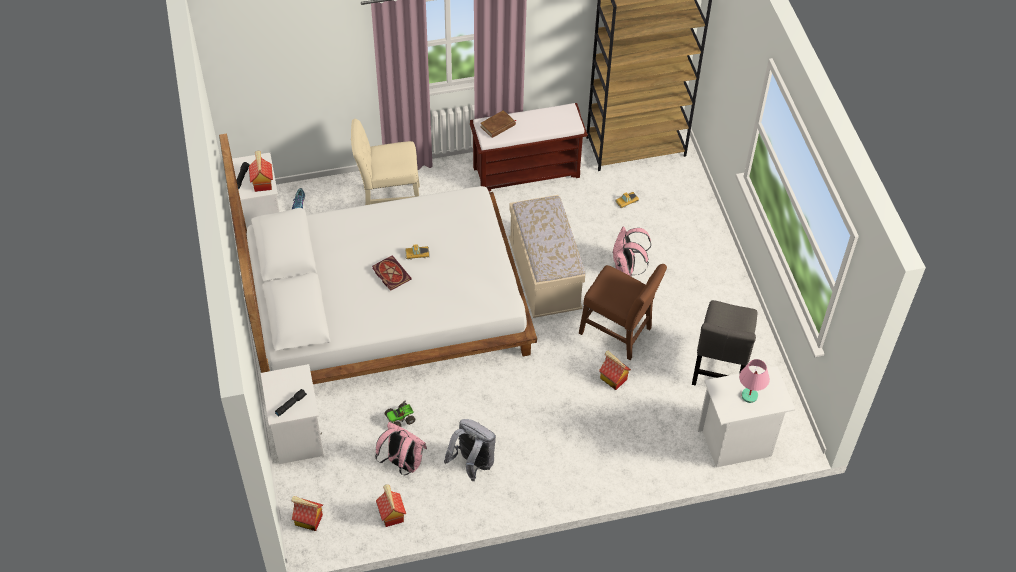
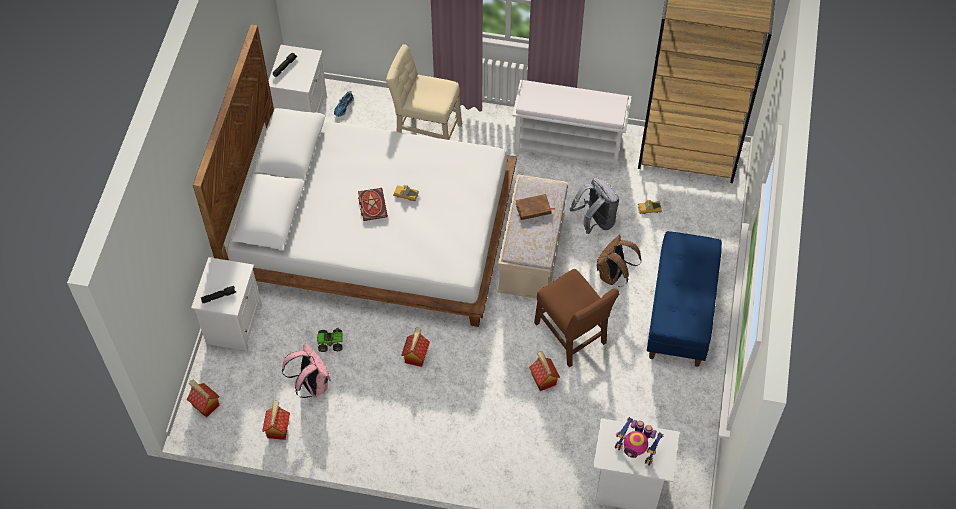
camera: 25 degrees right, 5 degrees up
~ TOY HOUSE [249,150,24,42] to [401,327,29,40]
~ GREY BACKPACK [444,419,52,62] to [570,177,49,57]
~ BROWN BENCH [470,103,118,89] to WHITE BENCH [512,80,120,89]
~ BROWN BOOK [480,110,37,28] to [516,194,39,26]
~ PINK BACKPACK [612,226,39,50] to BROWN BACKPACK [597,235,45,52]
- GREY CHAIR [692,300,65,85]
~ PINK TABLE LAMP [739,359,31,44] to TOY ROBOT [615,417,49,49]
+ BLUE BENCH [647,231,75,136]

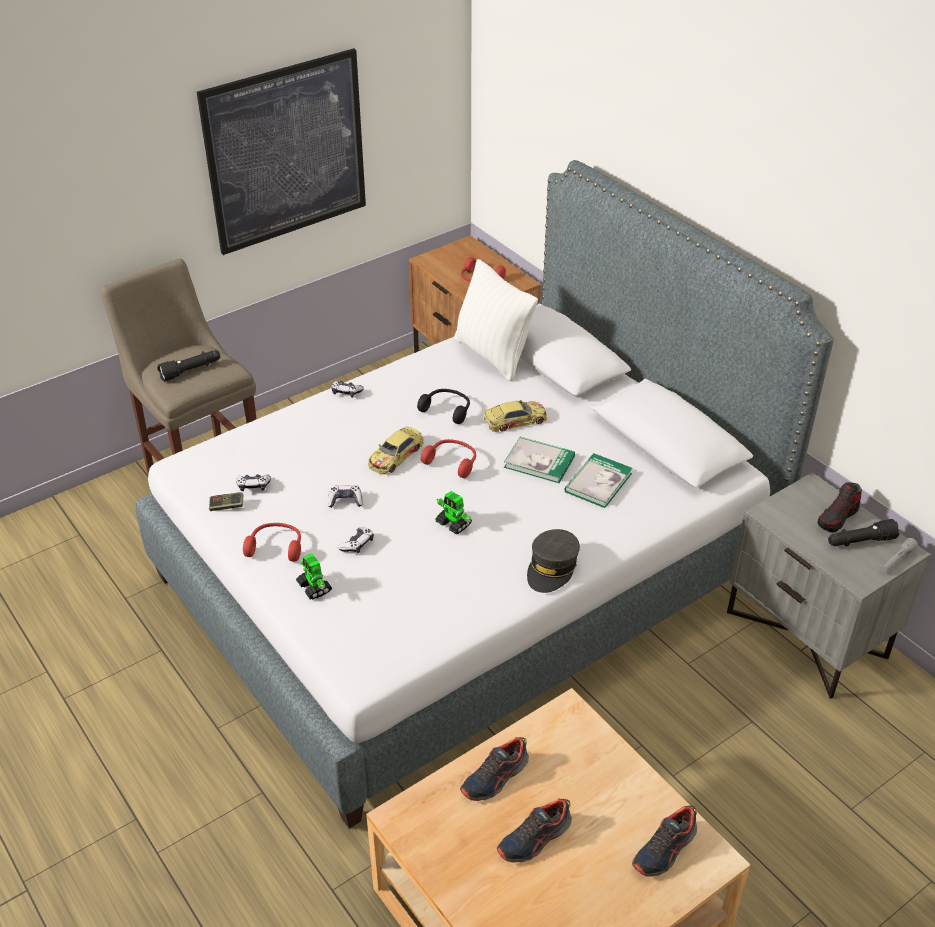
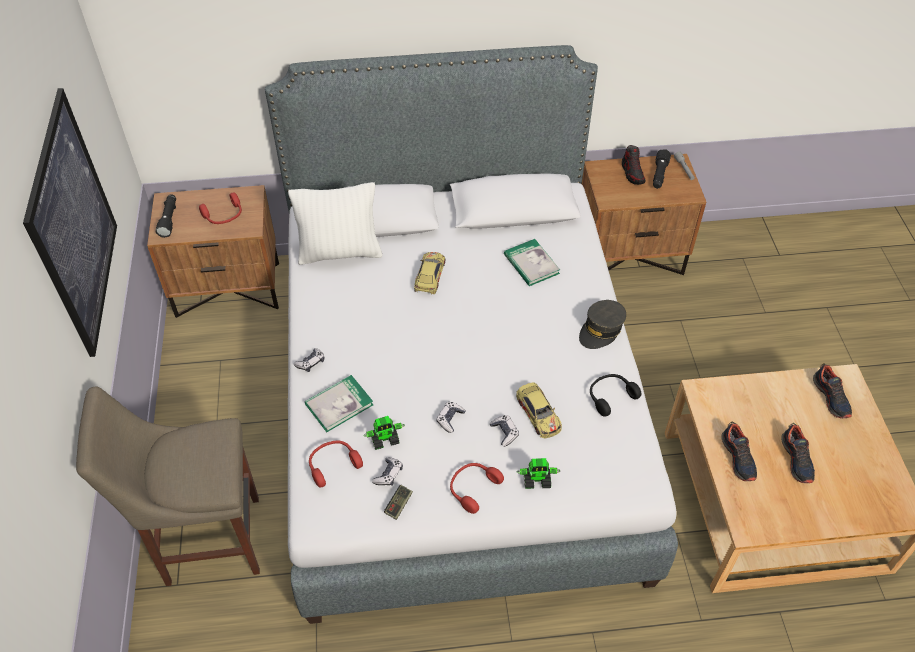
camera: 60 degrees left, 10 degrees up
~ BLACK FLASHLIGHT [157,350,63,32] to [155,194,21,44]
~ TOY CAR [368,426,55,49] to [516,382,46,56]
~ BLACK HEADPHONES [417,389,53,35] to [590,374,51,43]
~ RED HEADPHONES [421,439,55,39] to [309,441,54,46]
~ TOY ROBOT [435,491,37,43] to [364,416,41,34]
~ BOOK [504,437,71,46] to [305,375,68,57]
~ GREY CAP [527,529,53,64] = [579,300,47,49] 75 degrees clockwise
~ GREY NIGHTSTAND [727,472,203,227] to BROWN NIGHTSTAND [582,154,124,121]

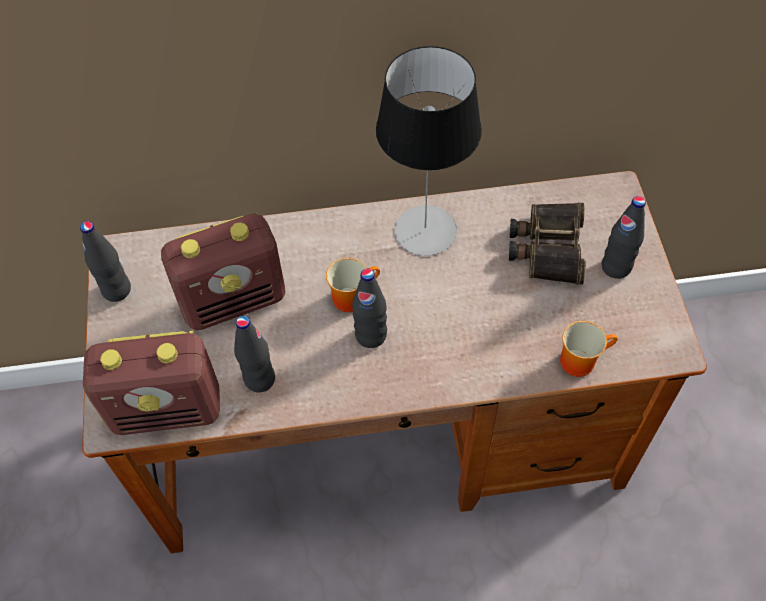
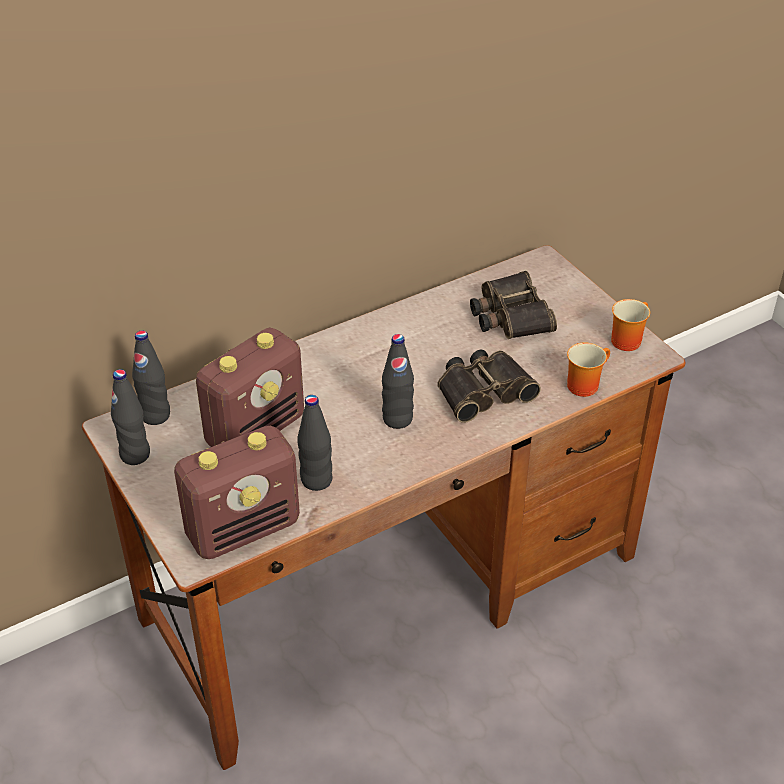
camera: 25 degrees left, 15 degrees down
~ MUG [326,258,54,54] to [611,299,39,52]
- TABLE LAMP [376,46,106,210]
~ BLACK BOTTLE [602,196,44,83] to [132,330,38,95]
+ BINOCULARS [438,350,103,73]

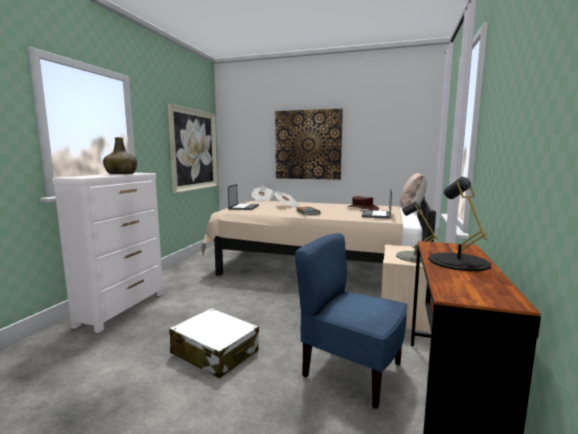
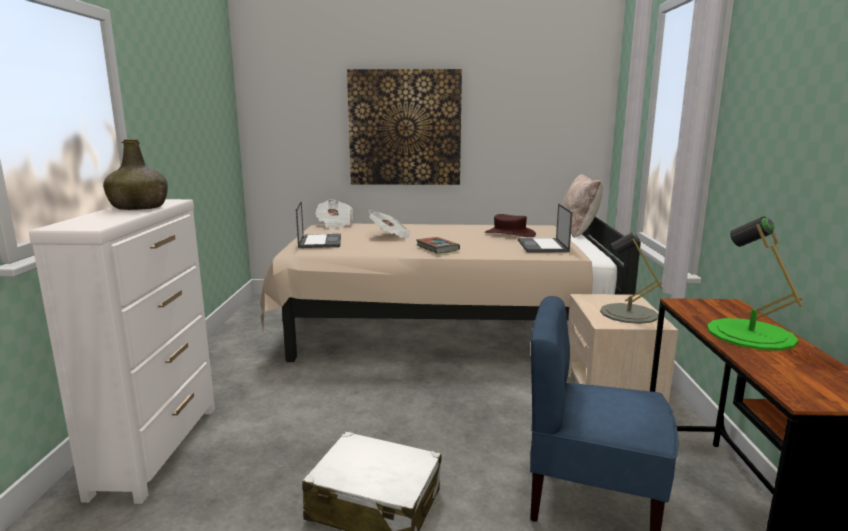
camera: 15 degrees left, 5 degrees up
- PICTURE [168,104,50,89]
~ BLACK TABLE LAMP [428,177,63,94] to GREEN TABLE LAMP [707,217,96,134]

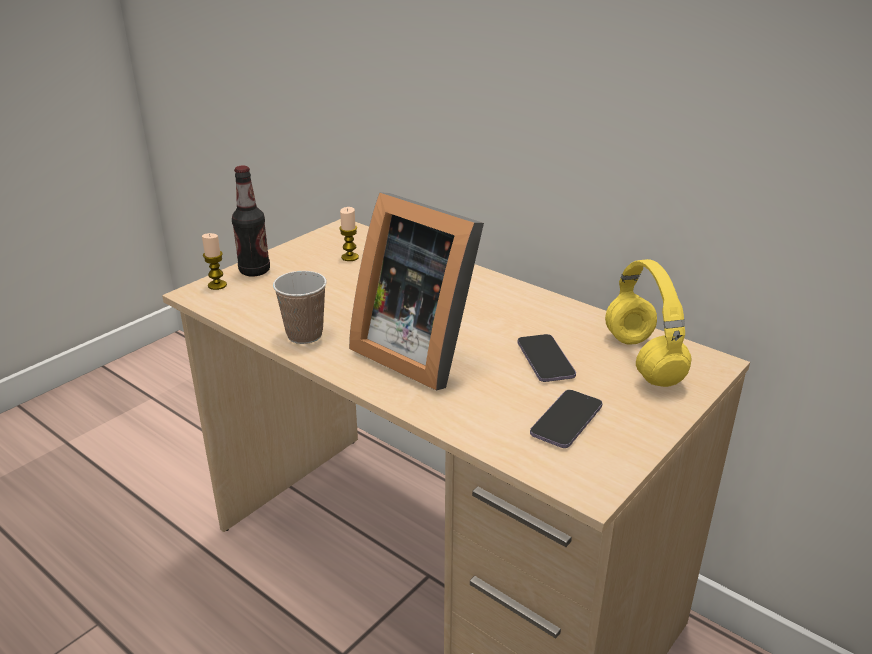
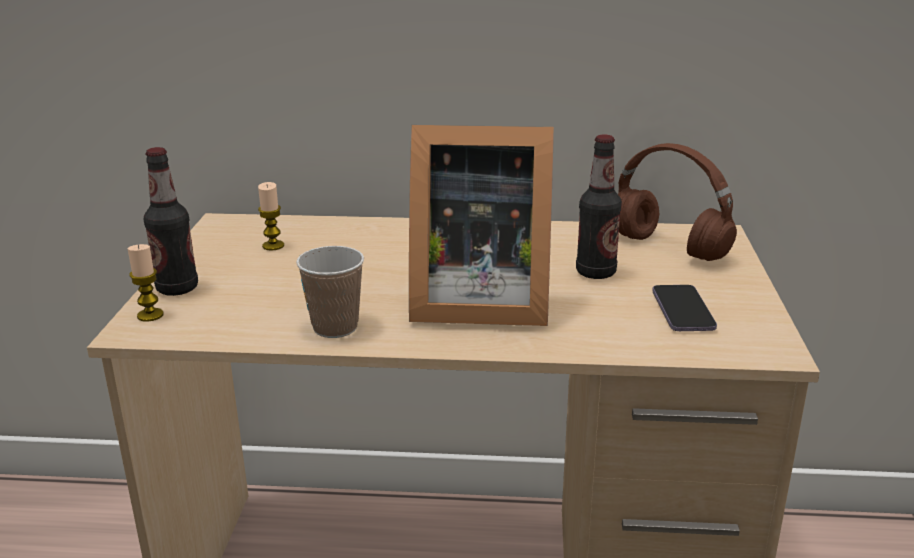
camera: 35 degrees left, 5 degrees down
~ PHONE [517,334,59,48] to BOTTLE [576,135,46,144]
~ YELLOW HEADPHONES [605,259,86,128] to BROWN HEADPHONES [618,143,119,118]

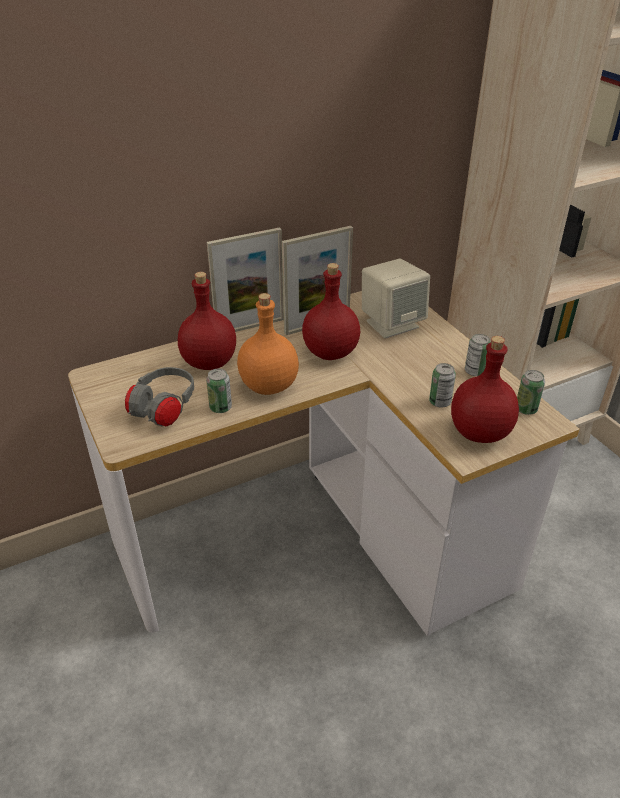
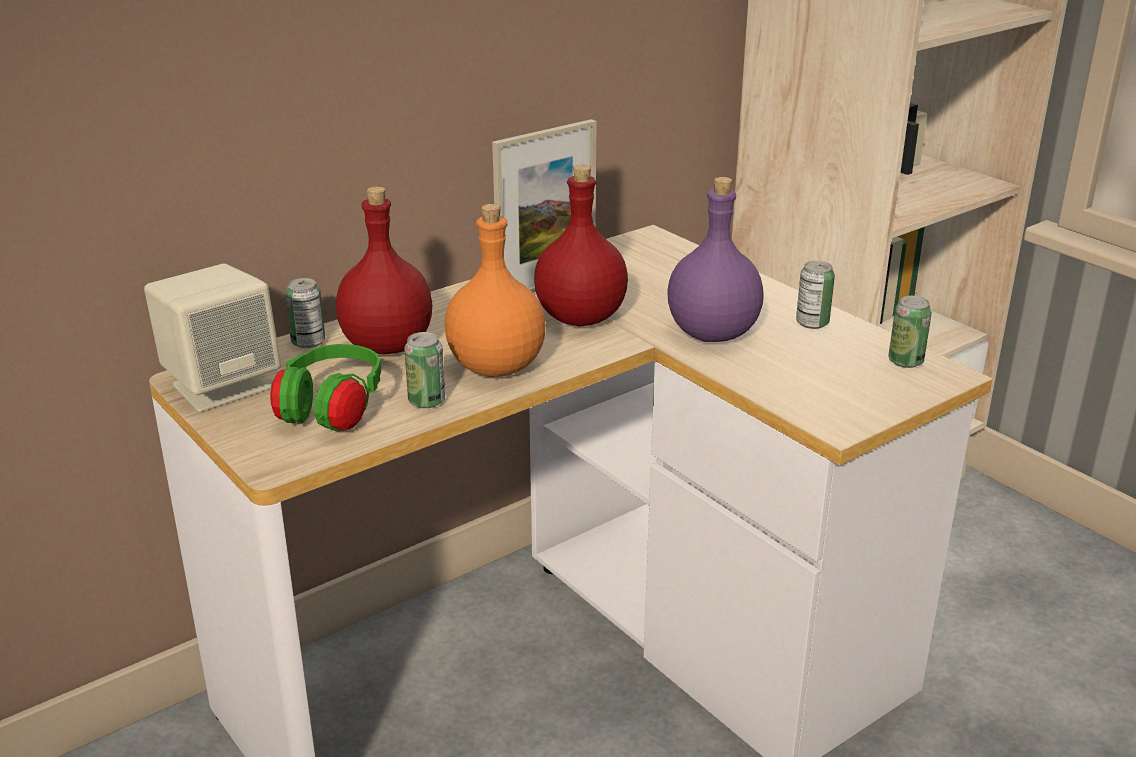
camera: 10 degrees left, 10 degrees down
~ GREY HEADPHONES [125,367,69,59] to GREEN HEADPHONES [270,344,111,88]
- PICTURE FRAME [207,227,77,105]
~ BEIGE SPEAKER [362,259,68,80] to [144,264,137,148]
~ CAN [429,363,27,44] to [285,278,40,70]
- RED BOTTLE [451,336,68,107]
+ PURPLE BOTTLE [667,177,97,165]

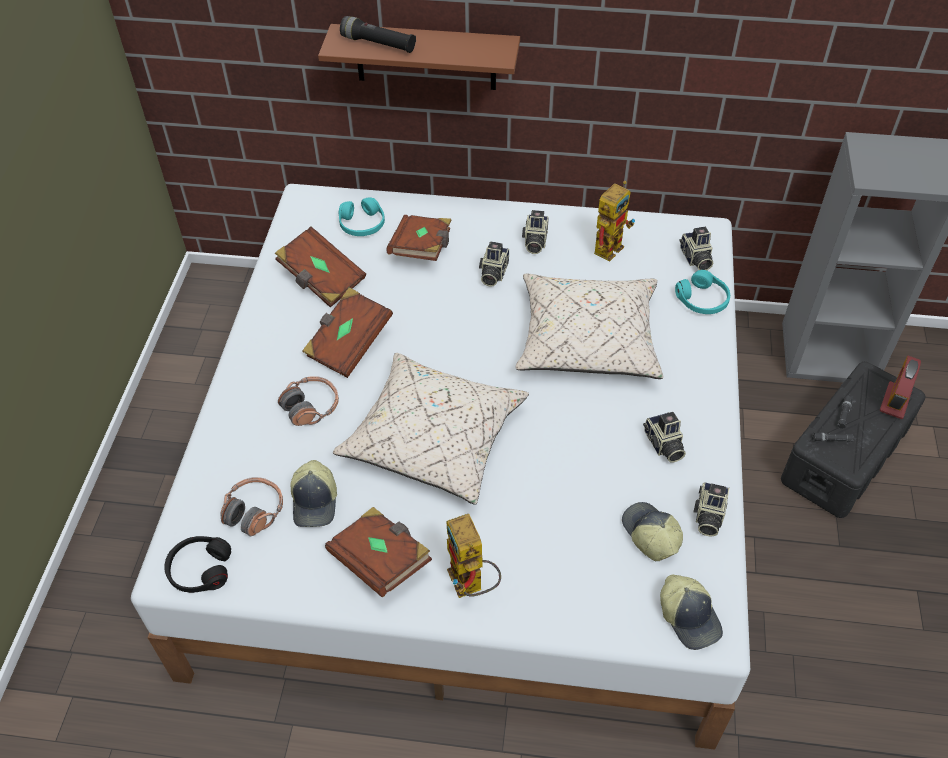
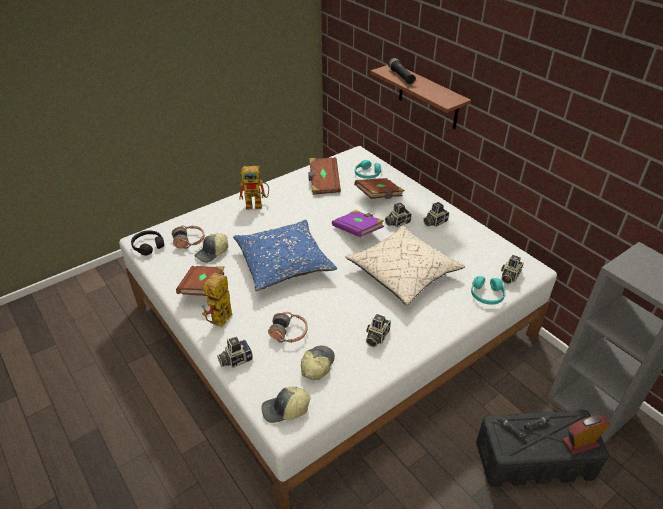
camera: 45 degrees right, 10 degrees down
~ HEADPHONES [278,376,61,50] to [268,312,40,31]
- BROWN BOOK [302,287,91,91]
~ BEIGE PILLOW [333,353,196,152] to BLUE PILLOW [233,220,104,71]
~ TOY ROBOT [594,181,41,81] to [239,166,30,44]
~ CAP [660,575,63,75] = [262,387,48,36] 60 degrees clockwise
~ PHOTO CAMERA [694,482,35,54] to [217,337,36,31]
+ PURPLE BOOK [332,210,52,27]

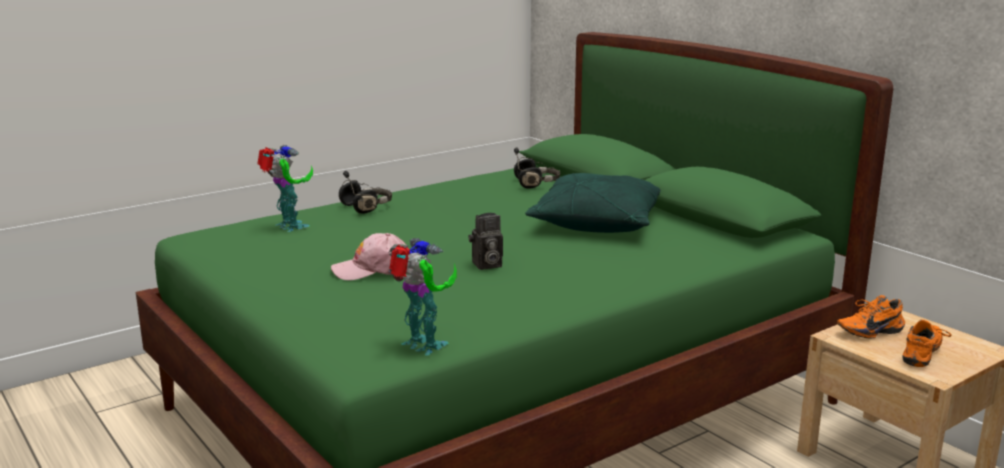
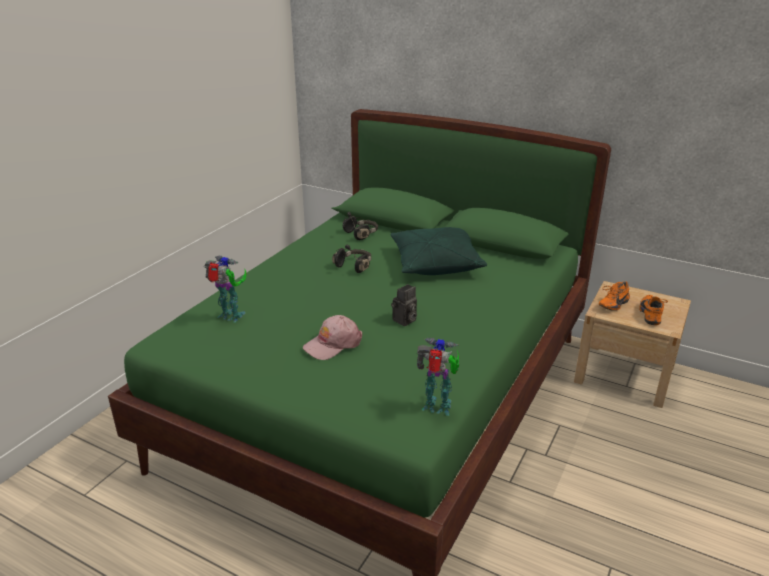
camera: 25 degrees left, 10 degrees up
~ BLACK HEADPHONES [339,171,53,43] to [332,244,39,29]

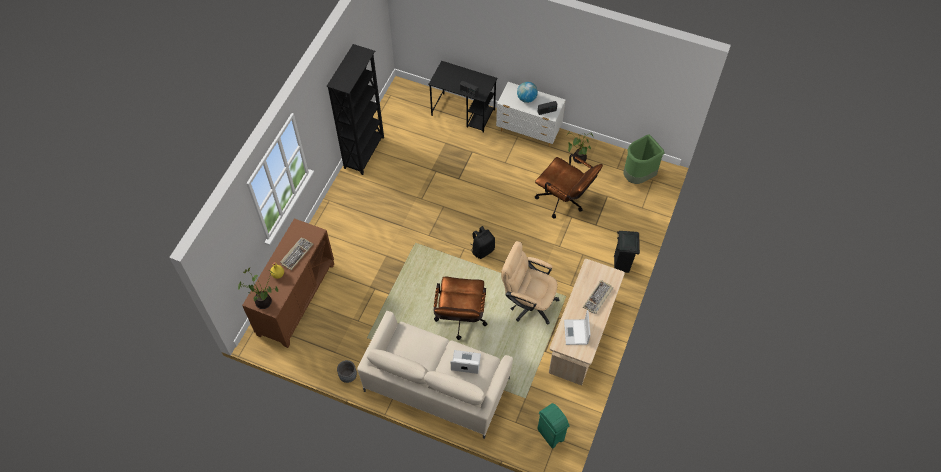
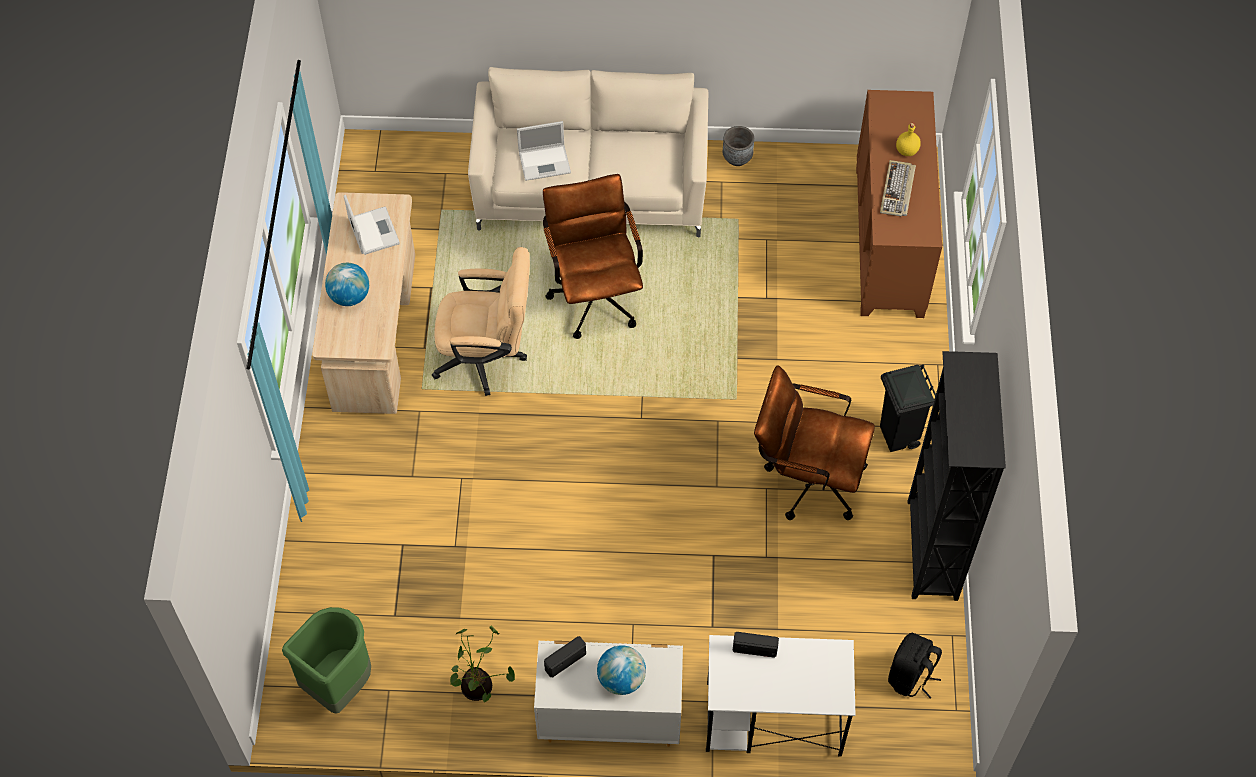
camera: 160 degrees right, 0 degrees up
- POTTED PLANT [238,268,40,41]
~ BLACK DESK [428,61,69,72] to WHITE DESK [706,635,150,122]
~ BLACK BACKPACK [471,226,24,33] to [888,633,54,65]
~ BROWN OFFICE CHAIR [535,154,68,64] to [754,365,121,155]
- GREEN TRASH CAN [537,403,33,46]
~ KEYBOARD [583,280,30,34] to GLOBE [325,263,44,43]
~ BLACK TRASH CAN [614,231,26,42] to [880,364,56,88]

